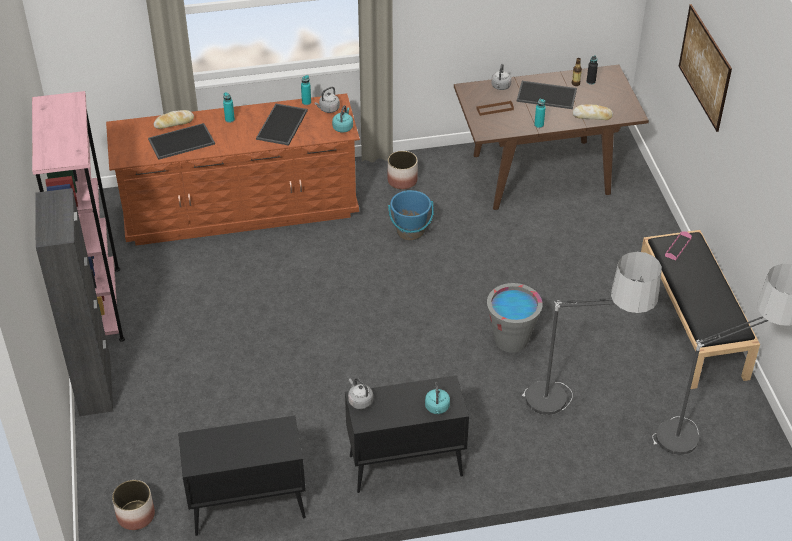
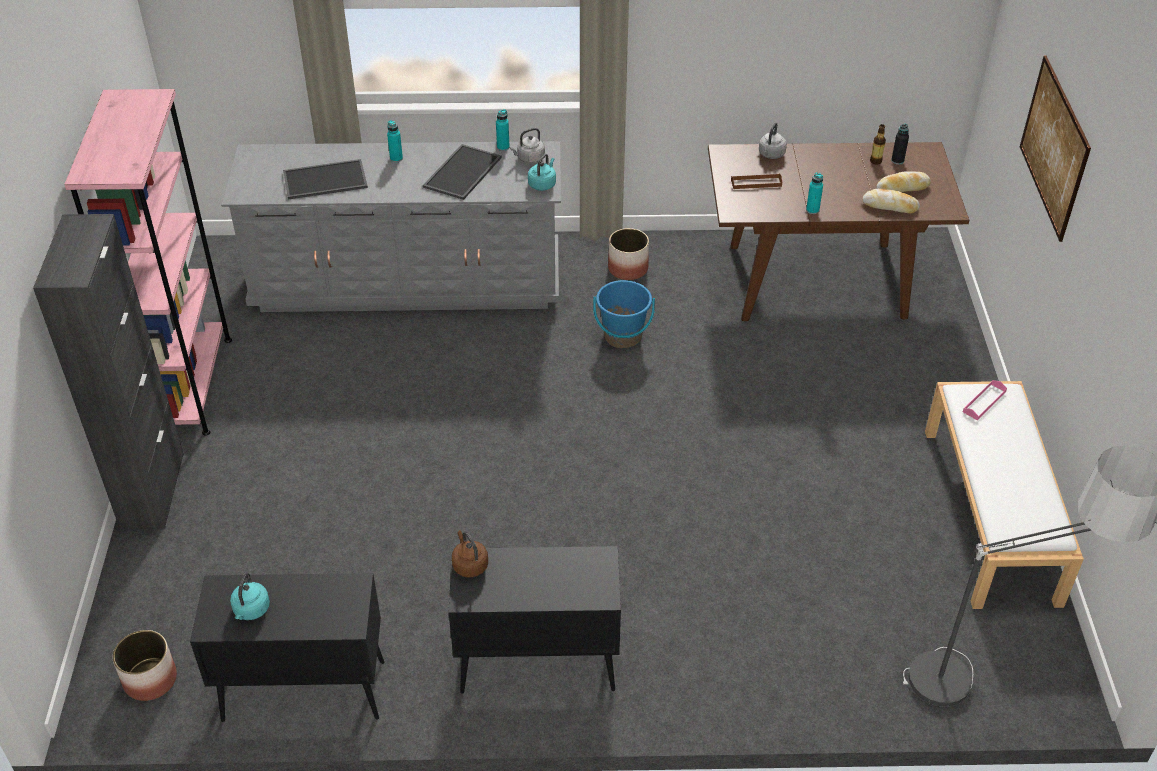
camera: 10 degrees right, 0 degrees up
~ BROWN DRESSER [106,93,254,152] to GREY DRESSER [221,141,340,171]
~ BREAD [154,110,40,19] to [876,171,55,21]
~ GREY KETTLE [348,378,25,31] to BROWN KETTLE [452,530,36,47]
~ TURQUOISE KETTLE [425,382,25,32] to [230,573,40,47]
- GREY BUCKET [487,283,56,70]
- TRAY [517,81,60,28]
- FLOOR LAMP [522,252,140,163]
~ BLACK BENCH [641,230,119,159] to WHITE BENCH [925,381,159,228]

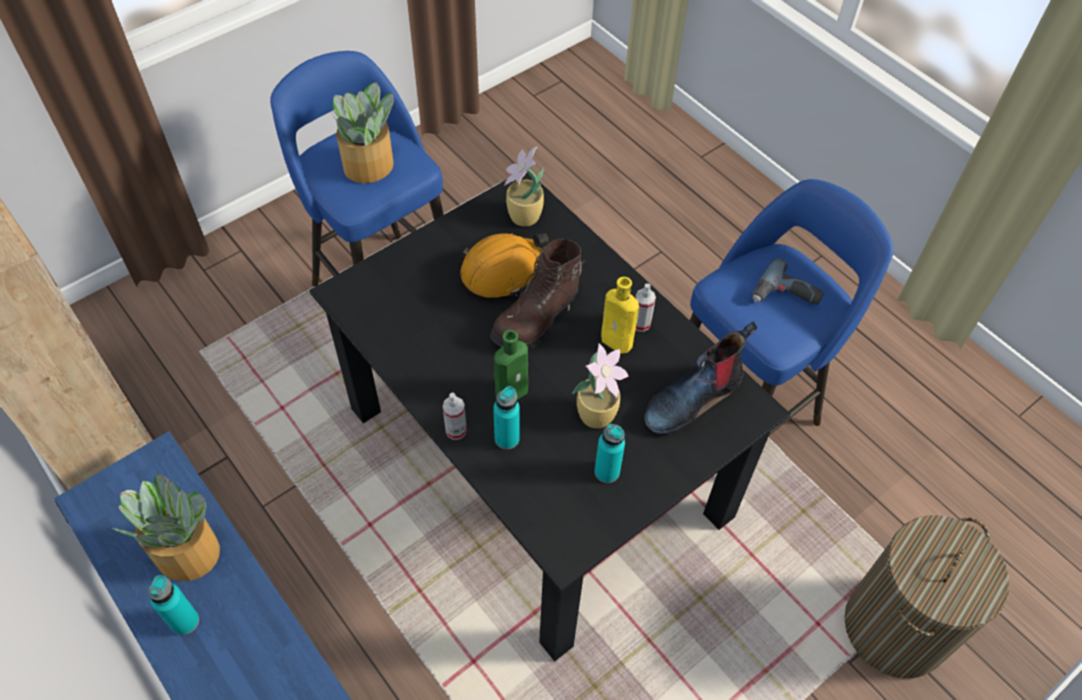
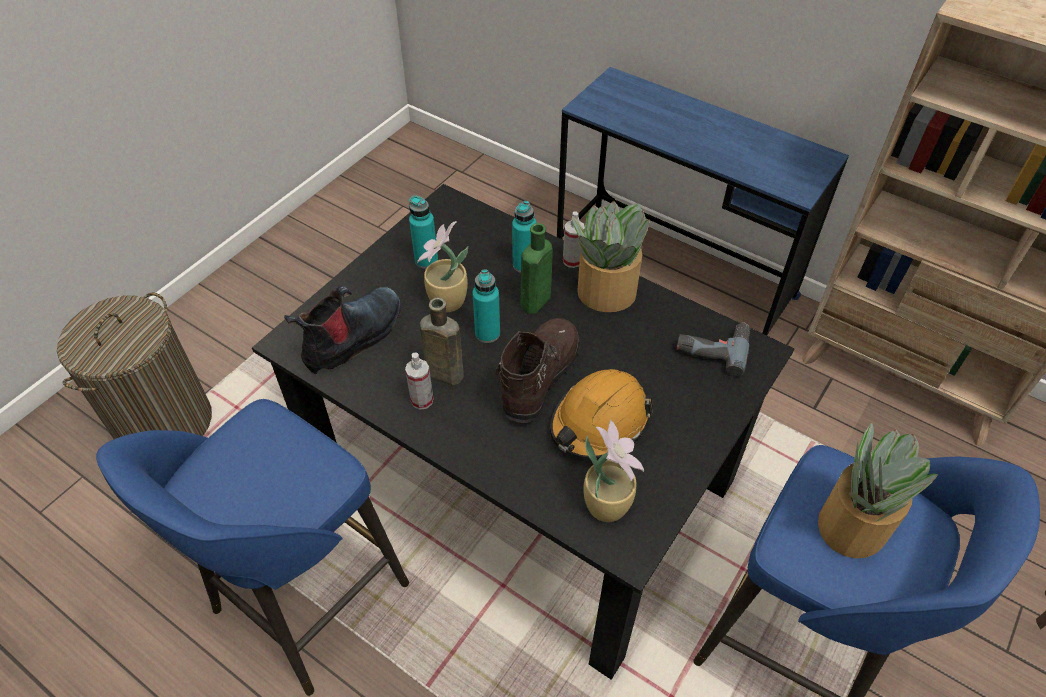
camera: 165 degrees right, 5 degrees down
~ POTTED PLANT [111,473,109,108] to [571,201,79,111]
~ TURQUOISE BOTTLE [148,575,51,60] to [472,270,28,73]
~ YELLOW BOTTLE [601,277,38,77] to BROWN BOTTLE [420,298,44,87]
~ POWER DRILL [752,258,72,47] to [676,322,74,55]

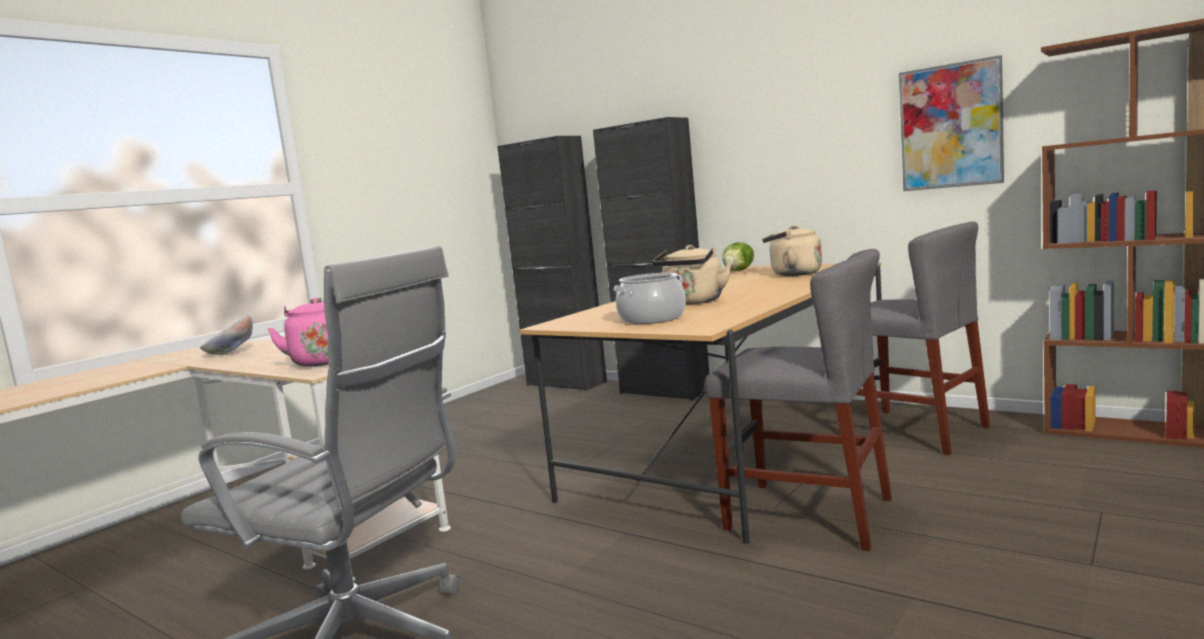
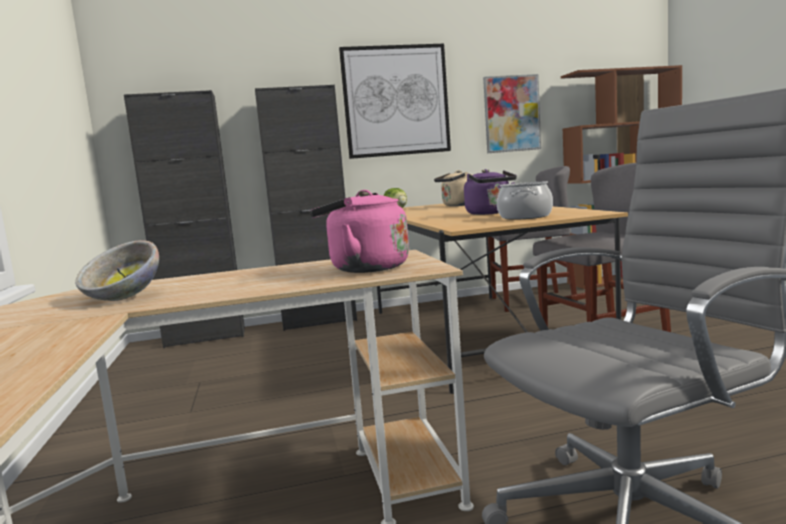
camera: 50 degrees left, 0 degrees up
~ BEIGE KETTLE [653,245,79,60] to PURPLE KETTLE [464,169,53,46]
+ PICTURE [339,44,112,115]

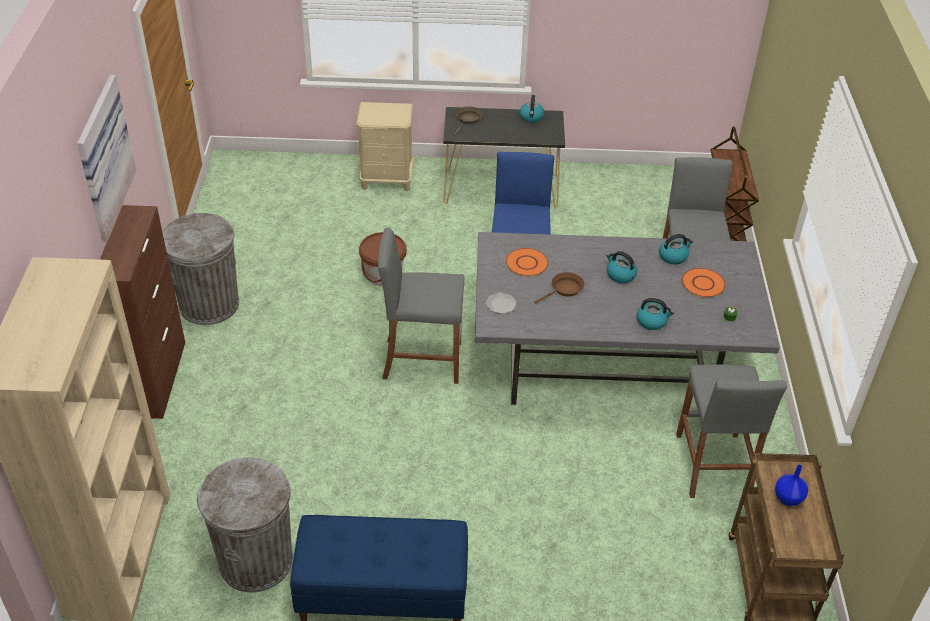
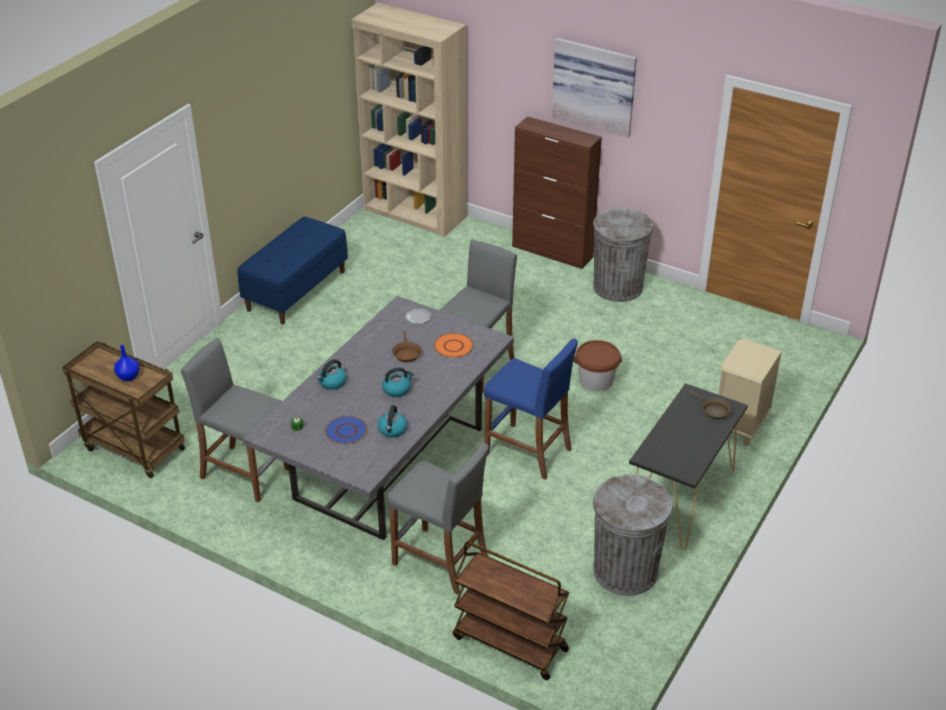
camera: 120 degrees right, 5 degrees down
~ GREY TRASH CAN [197,457,96,135] to [593,474,79,122]
- KETTLE [519,95,26,28]
~ ORANGE PLATE [682,268,44,29] to BLUE PLATE [325,416,43,28]

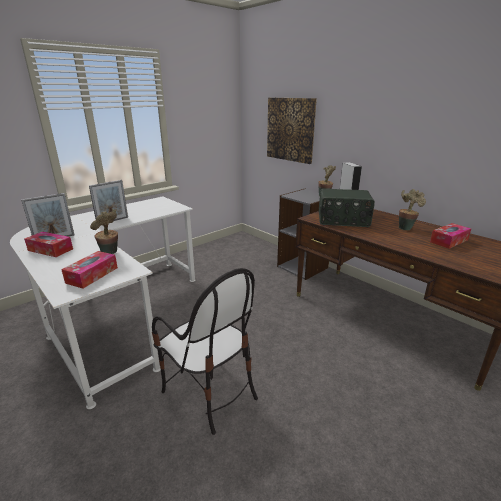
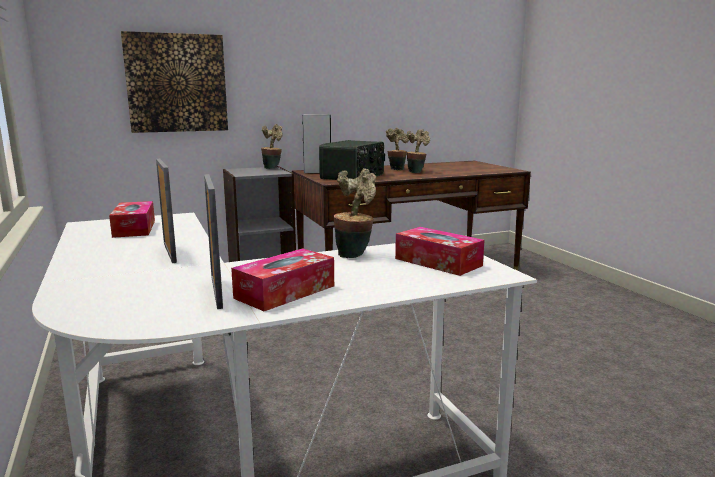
camera: 70 degrees left, 10 degrees down
- CHAIR [152,268,106,167]
~ TISSUE BOX [430,223,41,26] to [109,201,46,37]
+ POTTED PLANT [407,129,23,44]

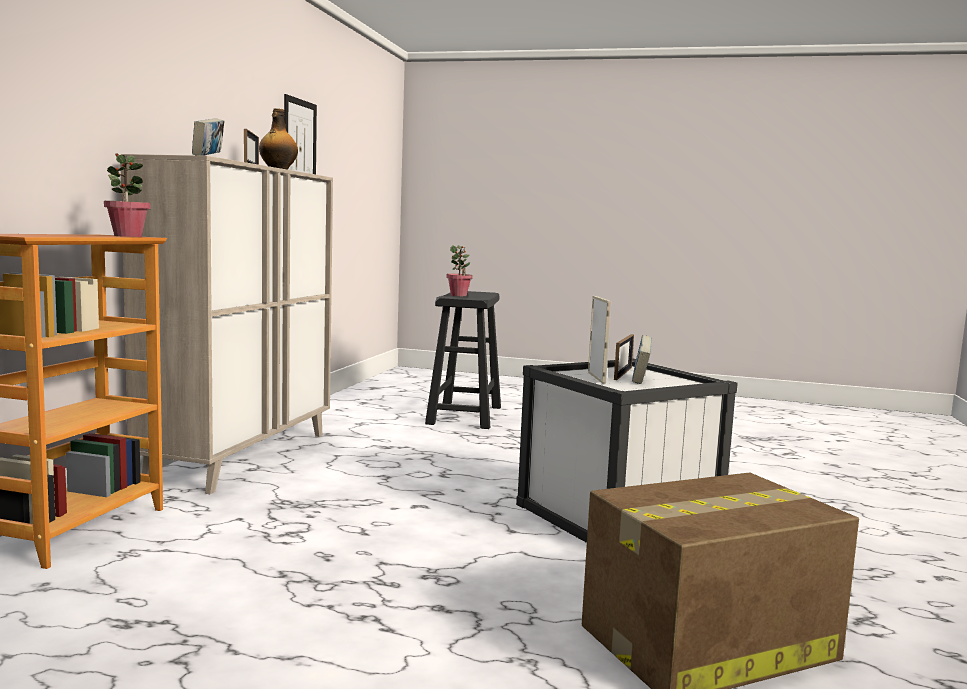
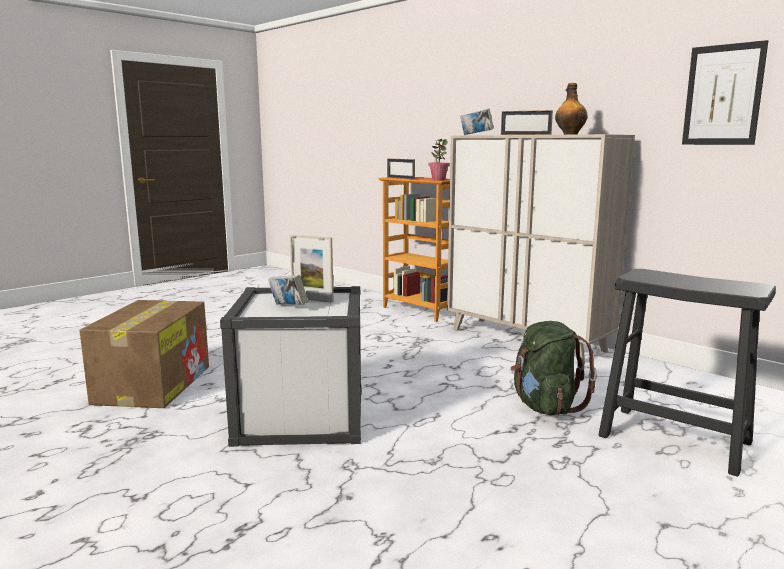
camera: 120 degrees right, 5 degrees up
- POTTED PLANT [446,245,27,51]
~ PICTURE FRAME [614,334,20,46] to [387,158,28,21]
+ GREEN BACKPACK [511,321,86,94]

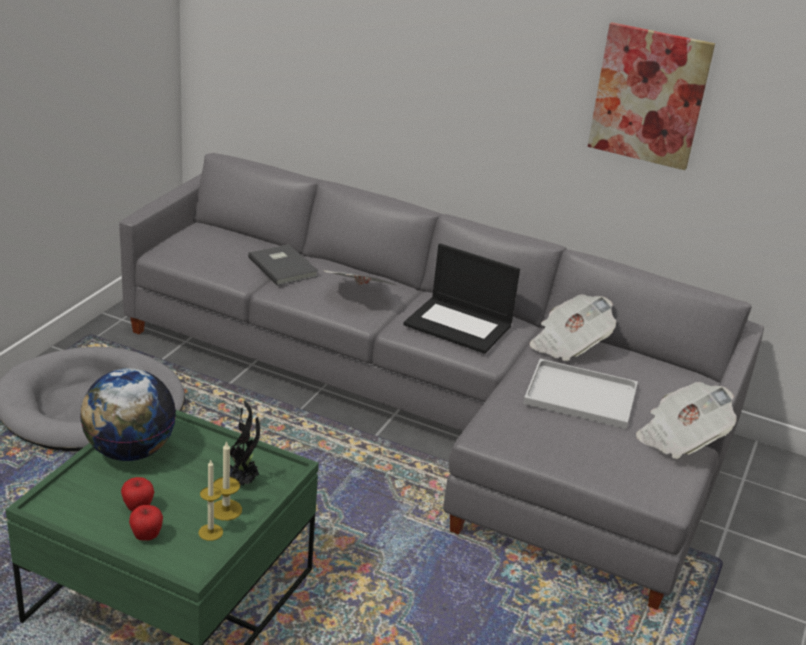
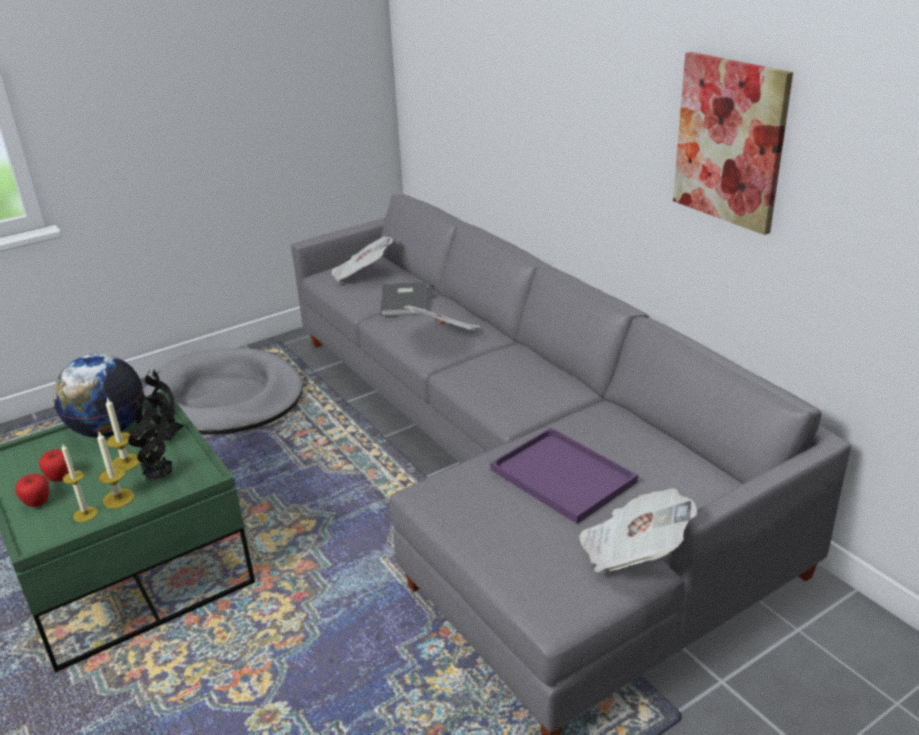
camera: 35 degrees right, 0 degrees up
- LAPTOP [403,244,117,110]
~ WHITE TRAY [523,359,115,70] to PURPLE TRAY [490,428,148,96]
~ NEWSPAPER [530,294,86,67] to [331,236,62,46]
+ CANDLE [106,397,34,74]
+ POTTED PLANT [141,369,44,73]

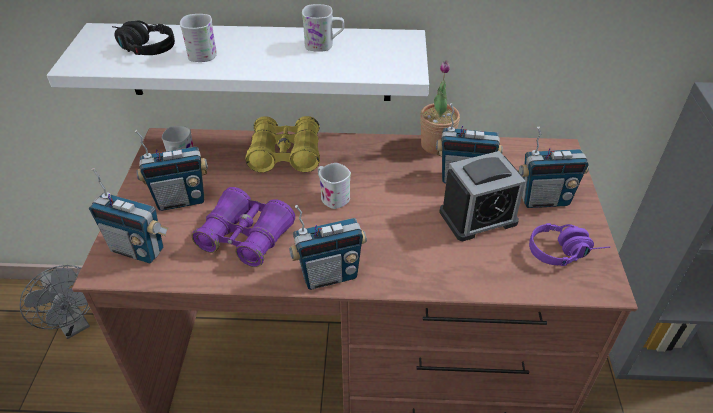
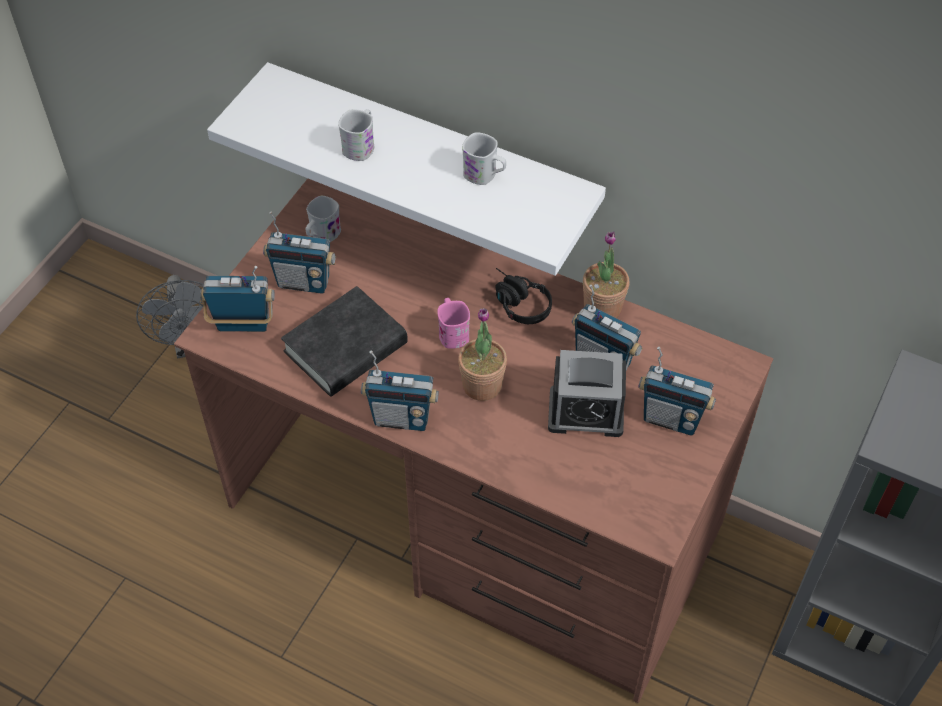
camera: 25 degrees right, 10 degrees up
~ RADIO [89,168,79,96] = [200,266,75,66] 135 degrees clockwise
~ BLACK HEADPHONES [112,20,63,35] to [495,268,57,56]
~ PURPLE BINOCULARS [192,187,103,80] to BLACK BOOK [281,286,127,111]
- YELLOW BINOCULARS [245,116,75,56]
~ WHITE MUG [318,163,33,46] to PINK MUG [437,298,33,51]
- PURPLE HEADPHONES [529,223,81,43]
+ POTTED PLANT [458,308,49,93]

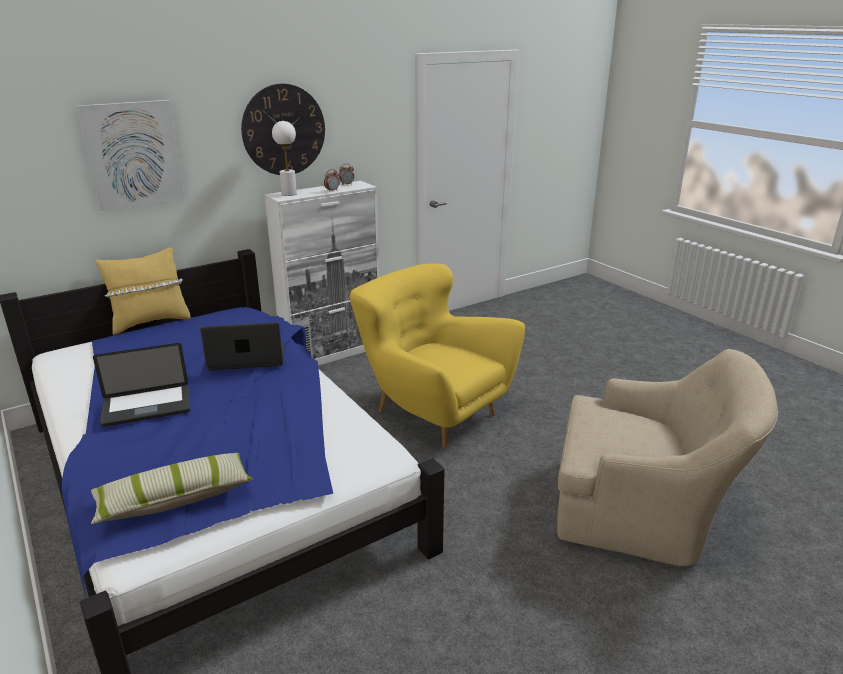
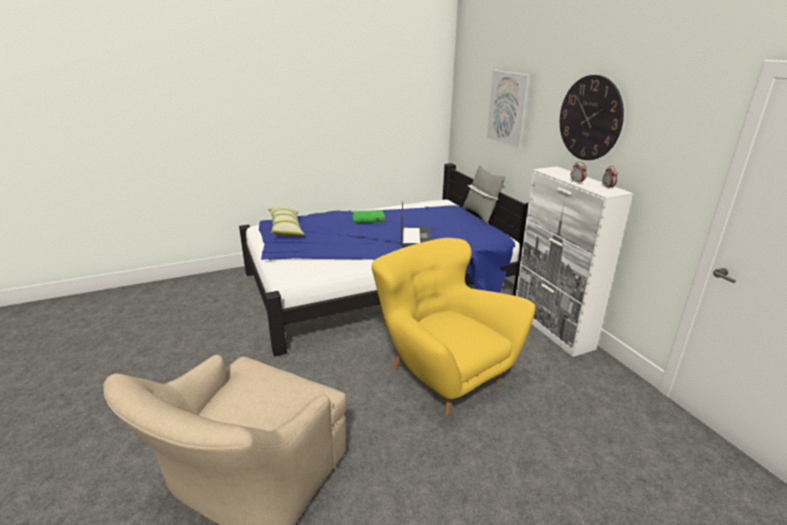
camera: 100 degrees right, 0 degrees up
~ LAPTOP [93,343,98,84] to GREEN BOOK [352,210,33,13]
~ YELLOW PILLOW [95,247,96,88] to GREY PILLOW [463,165,43,59]
- WHITE TABLE LAMP [272,121,25,75]
~ YELLOW ARMCHAIR [350,264,175,184] = [372,238,163,178] 90 degrees counterclockwise

